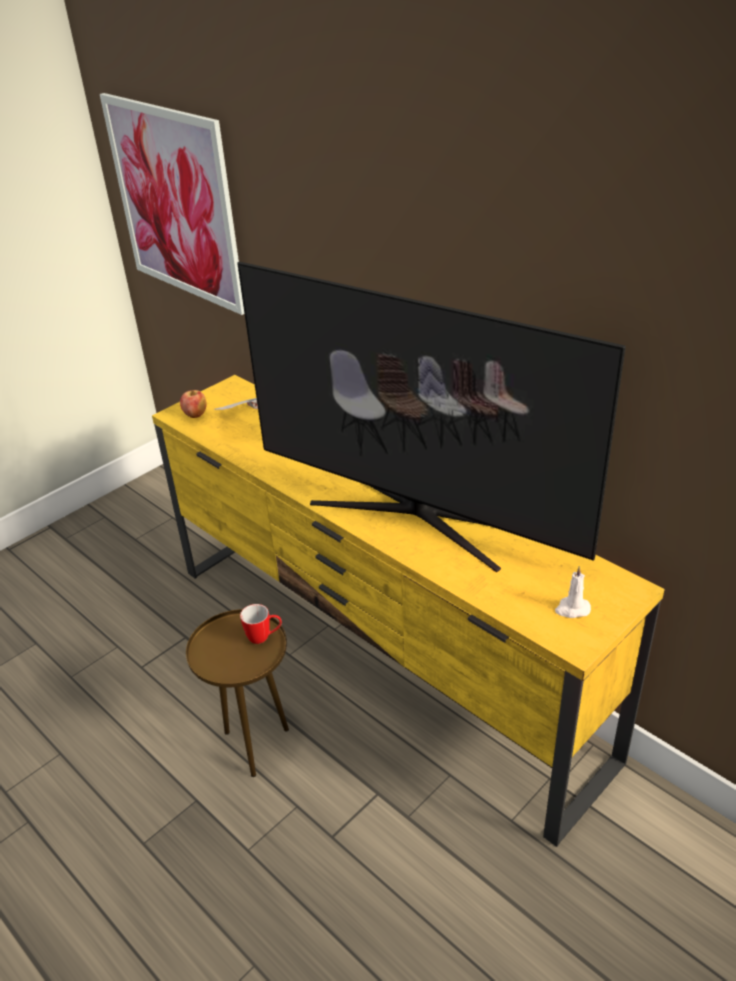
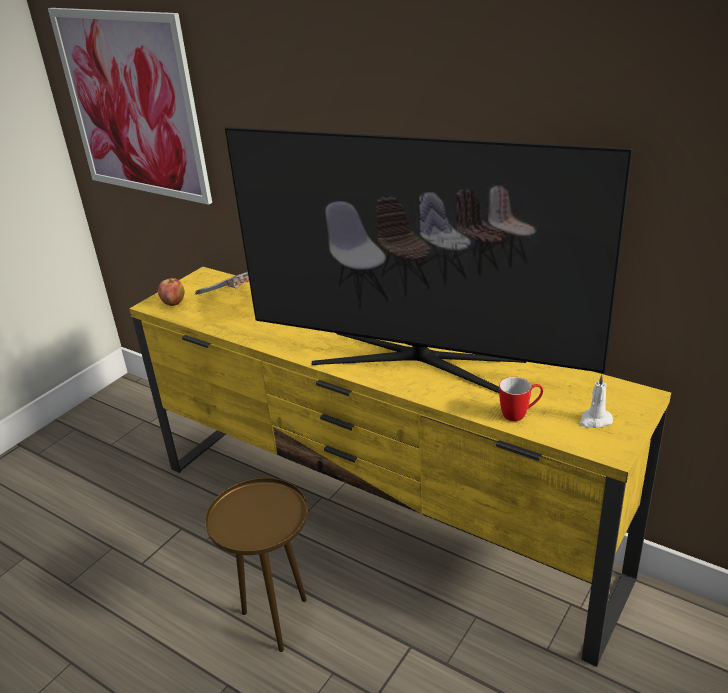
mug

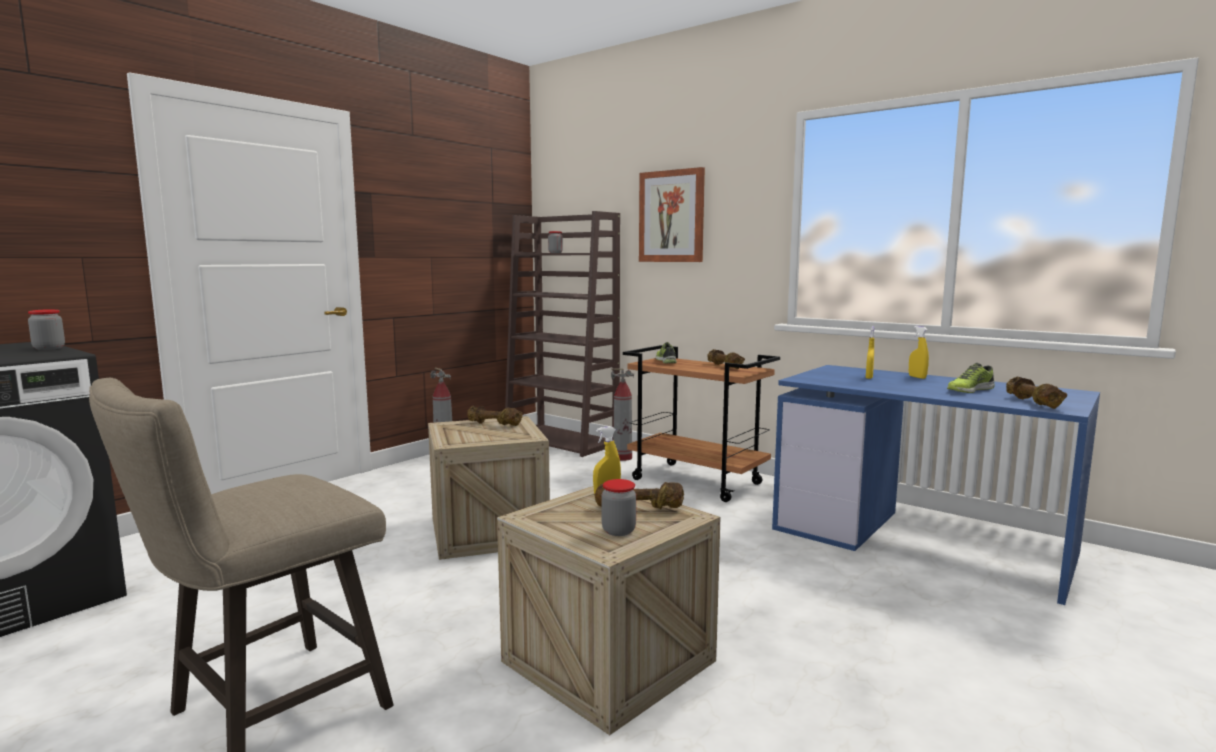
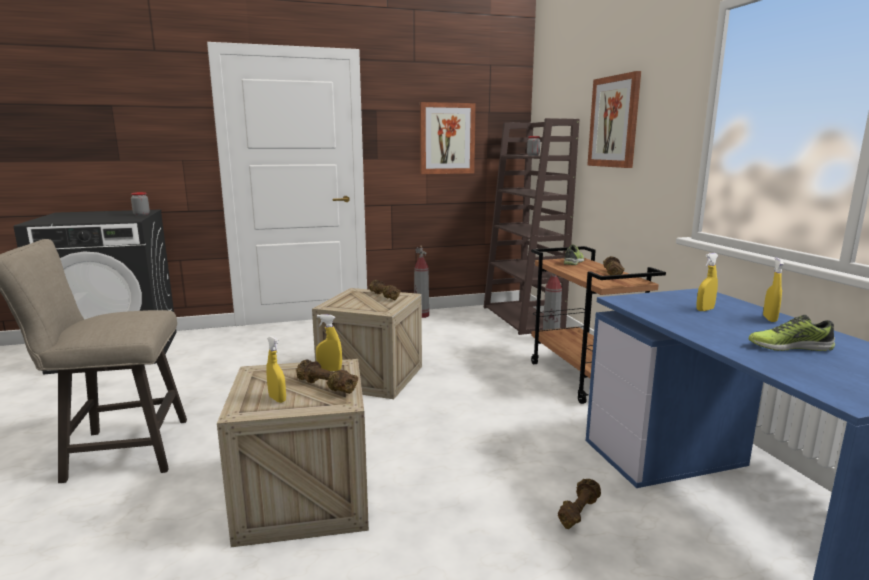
spray bottle in yellow (1st from left)
picture (1st from left)
dumbbell in brown (3rd from left)

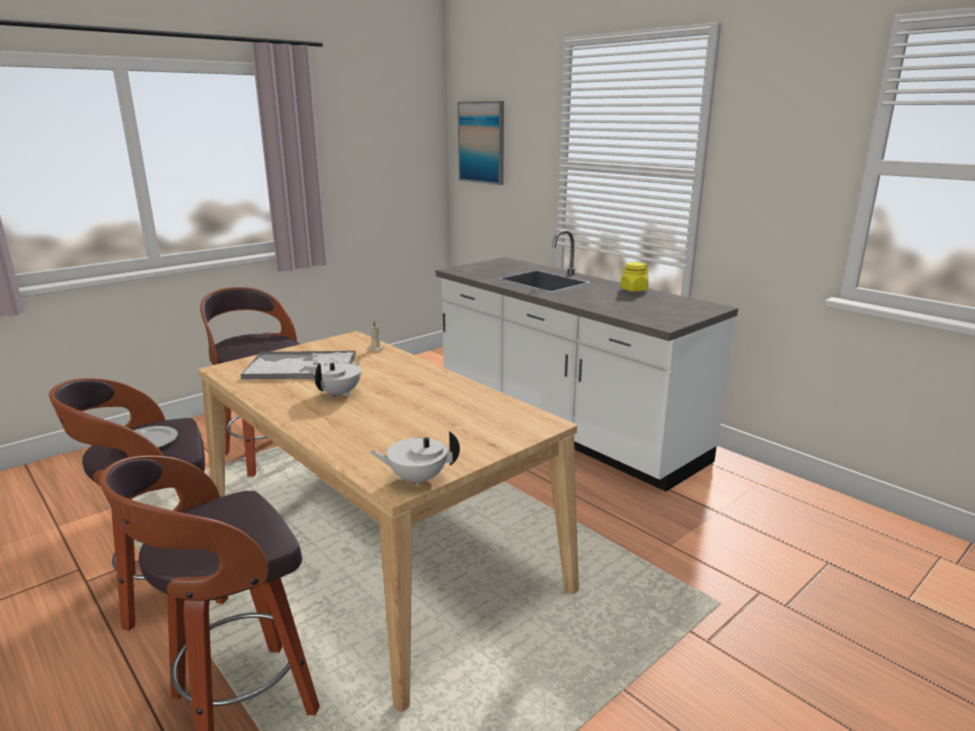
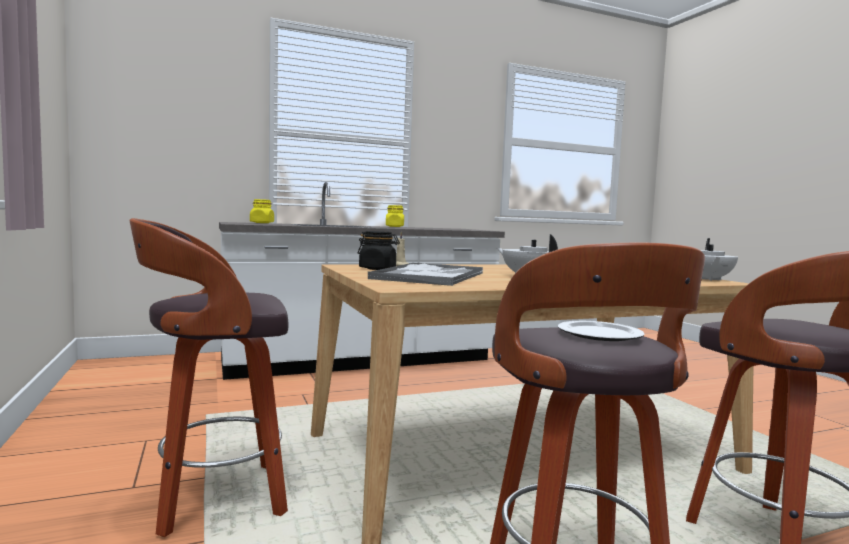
jar in yellow (1st from left)
jar in black
picture

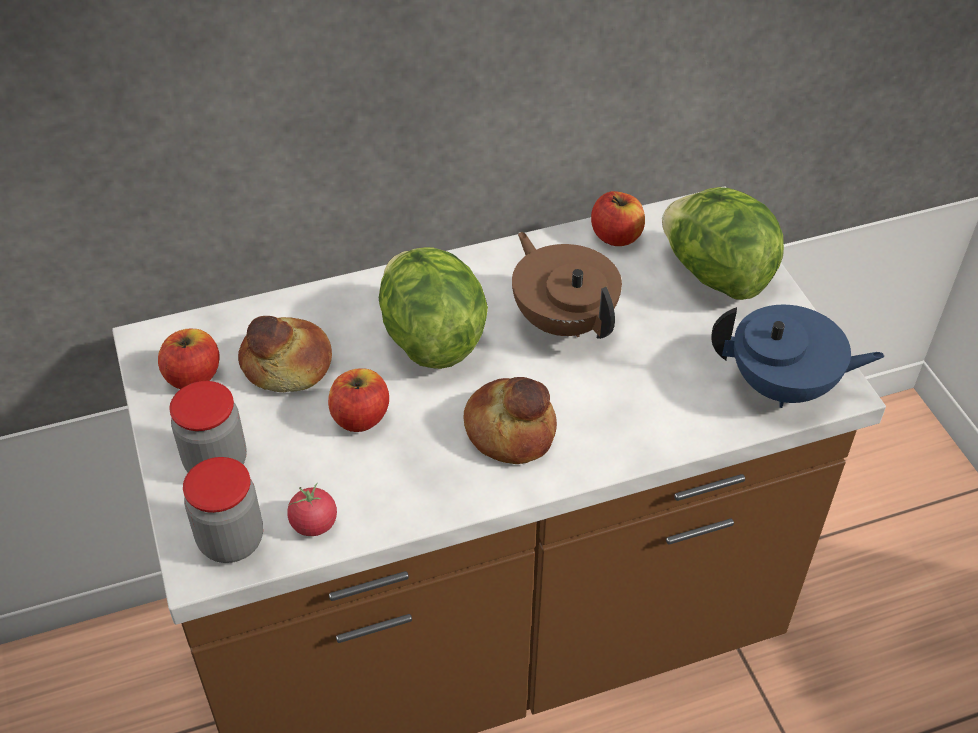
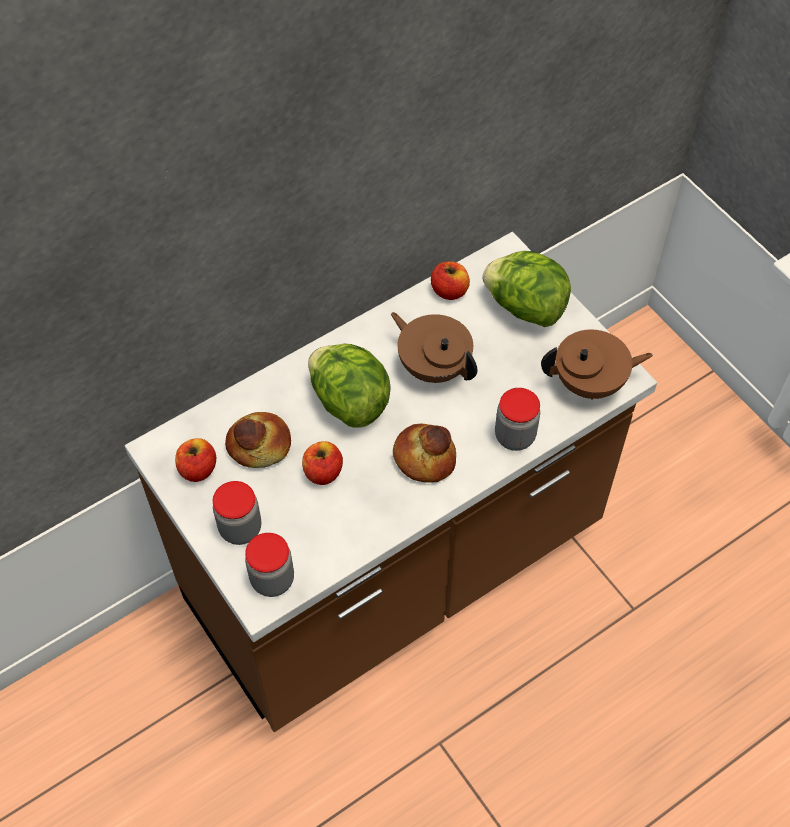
jar (3rd from left)
teapot in brown (2nd from left)
tomato

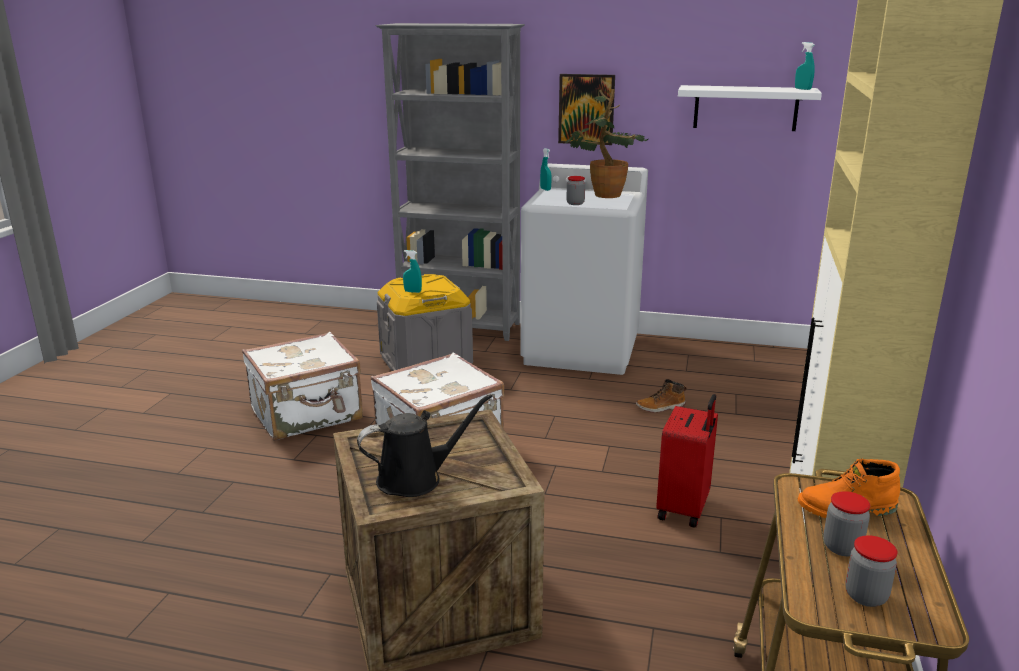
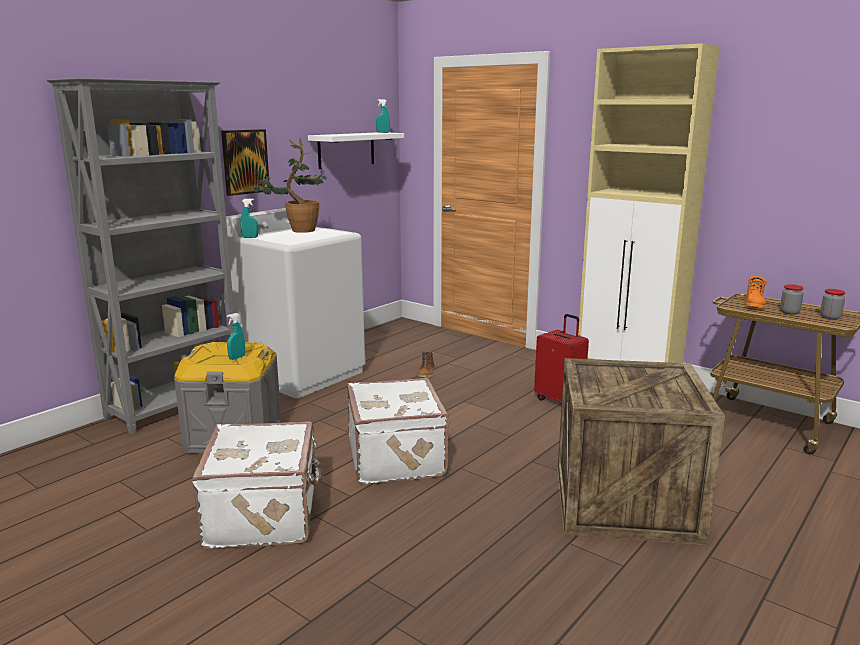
watering can in black
jar (1st from left in the first image)

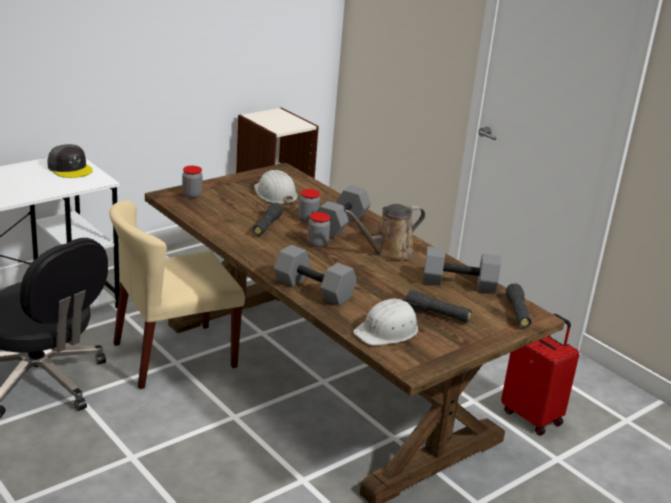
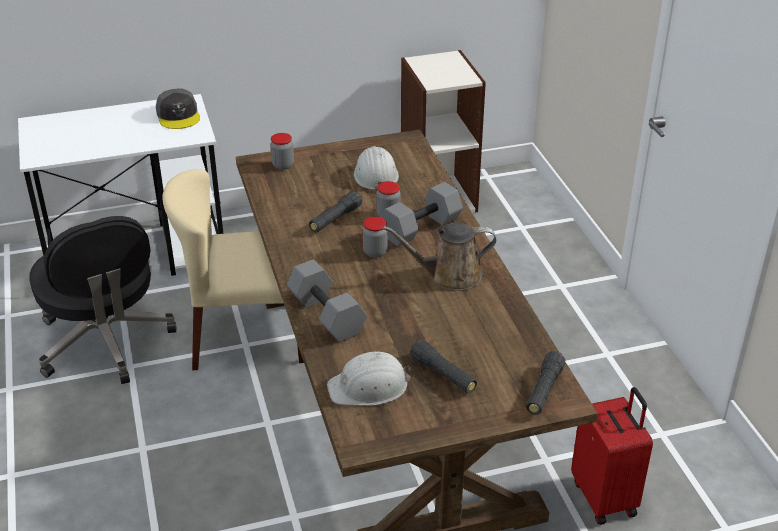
dumbbell in grey (3rd from left in the first image)

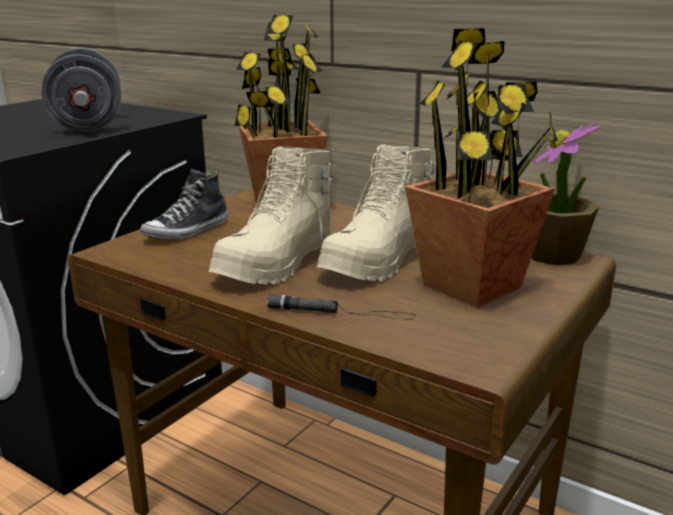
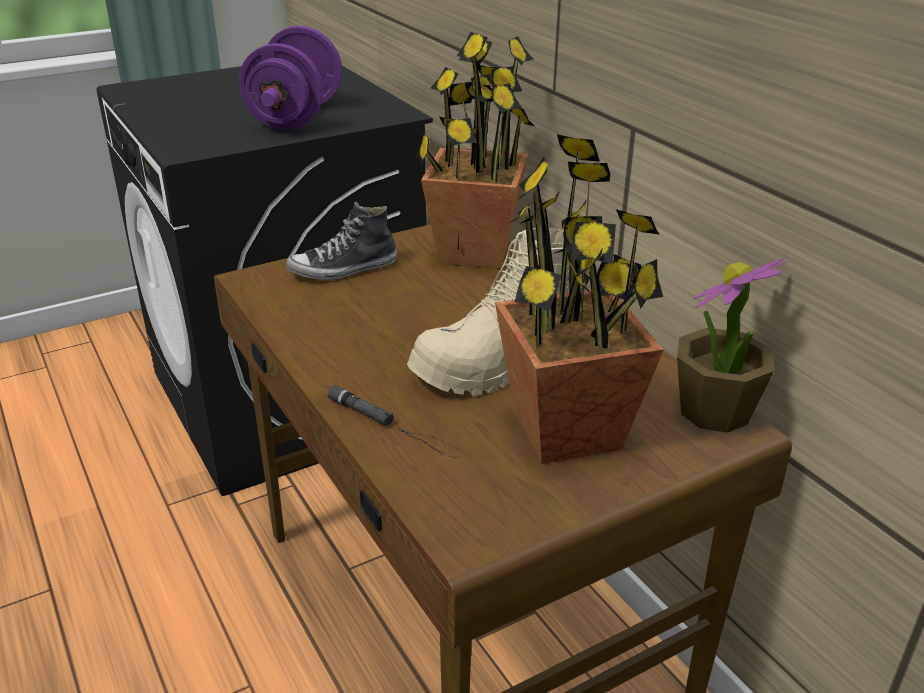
dumbbell in purple
boot in beige (1st from left in the first image)

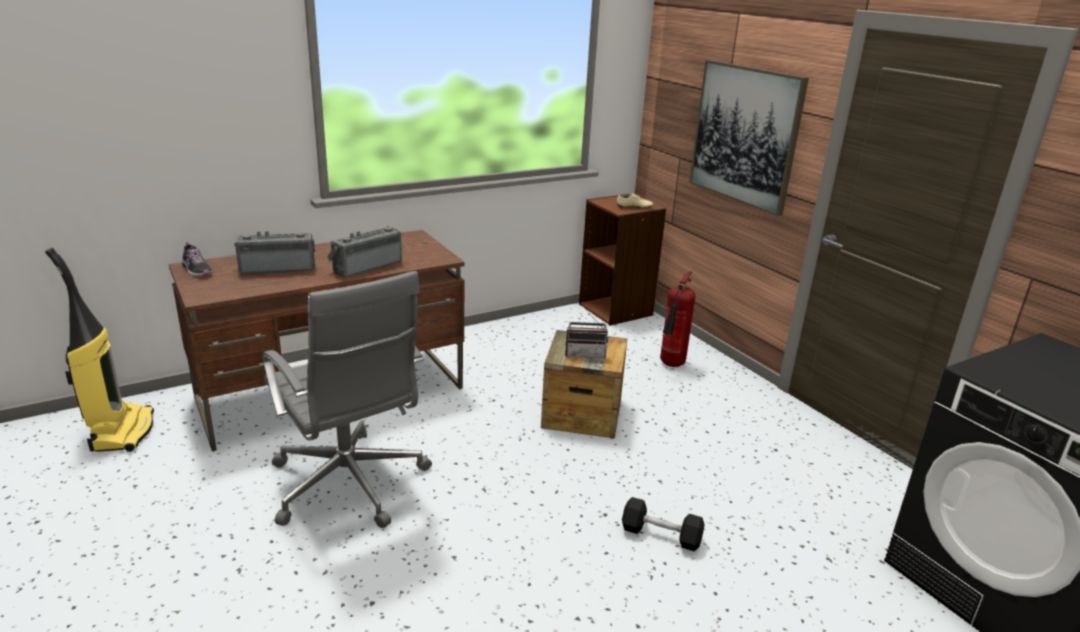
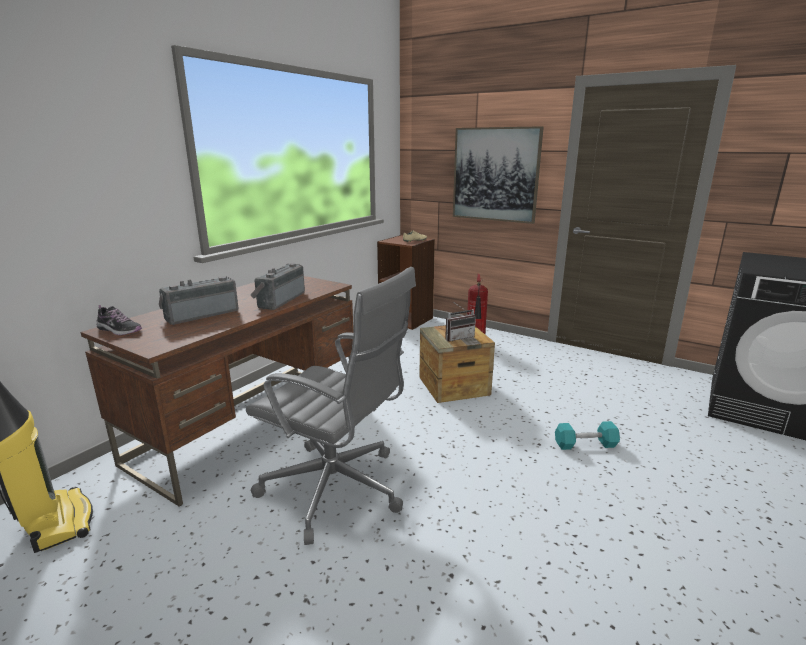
dumbbell in turquoise

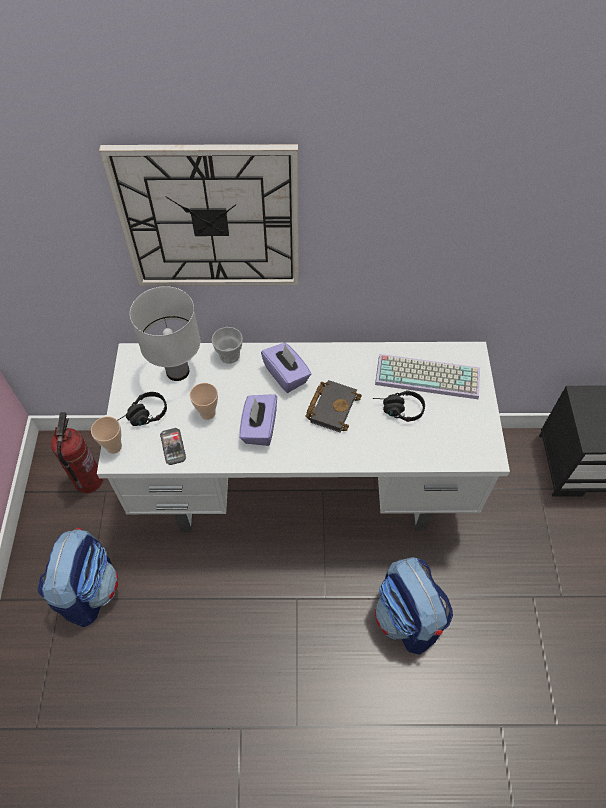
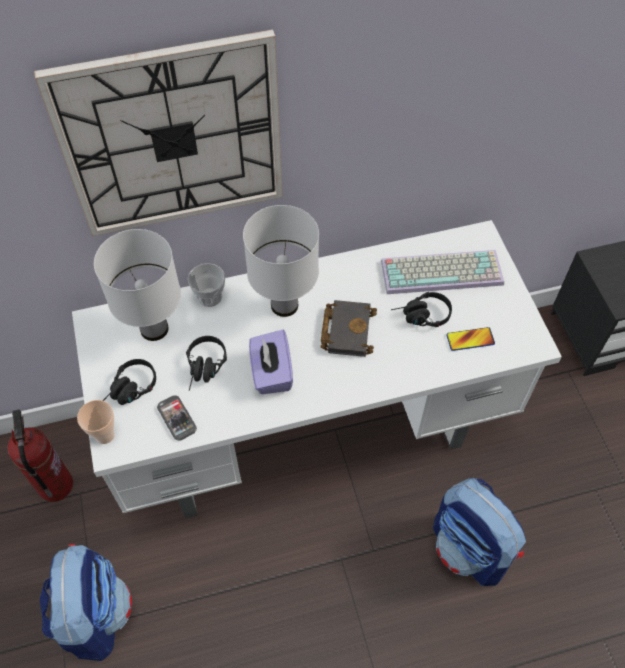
headphones in black (2nd from left)
table lamp in white (2nd from left)
phone (2nd from left)

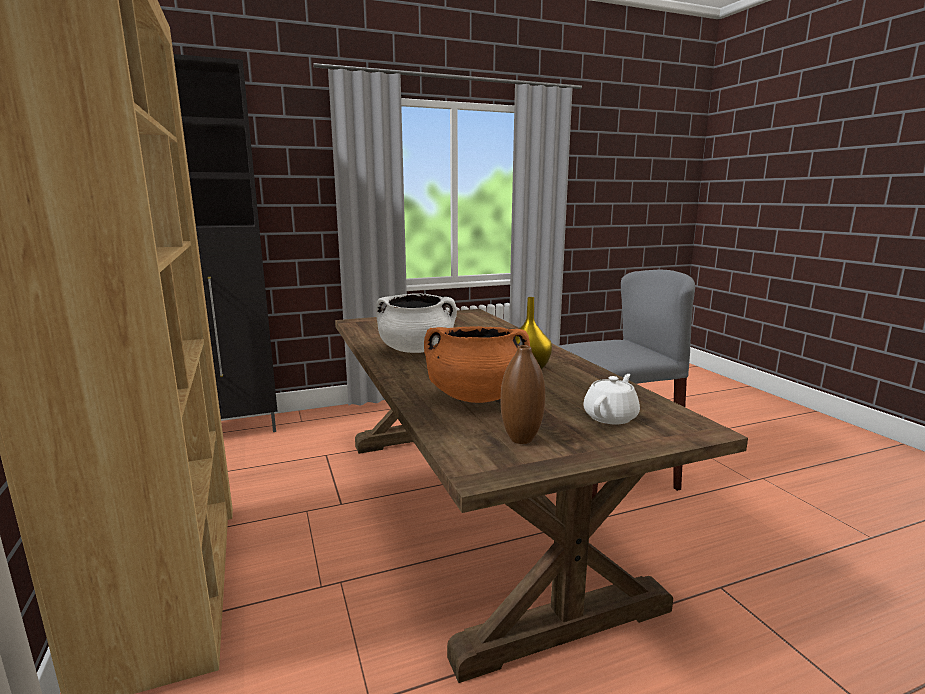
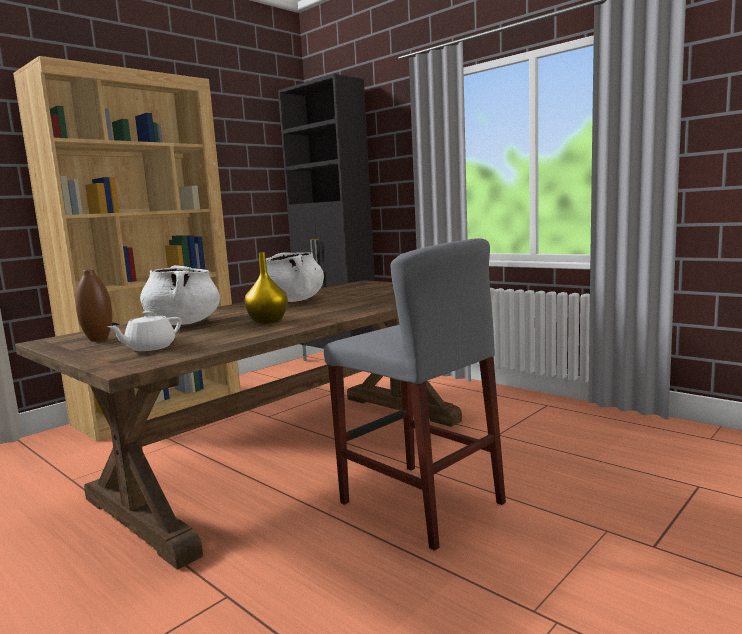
teapot in white
cooking pot in white (1st from left)

